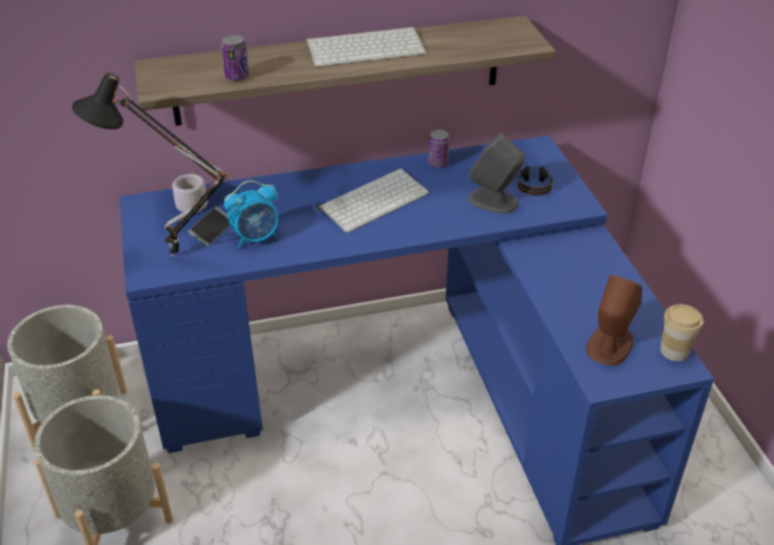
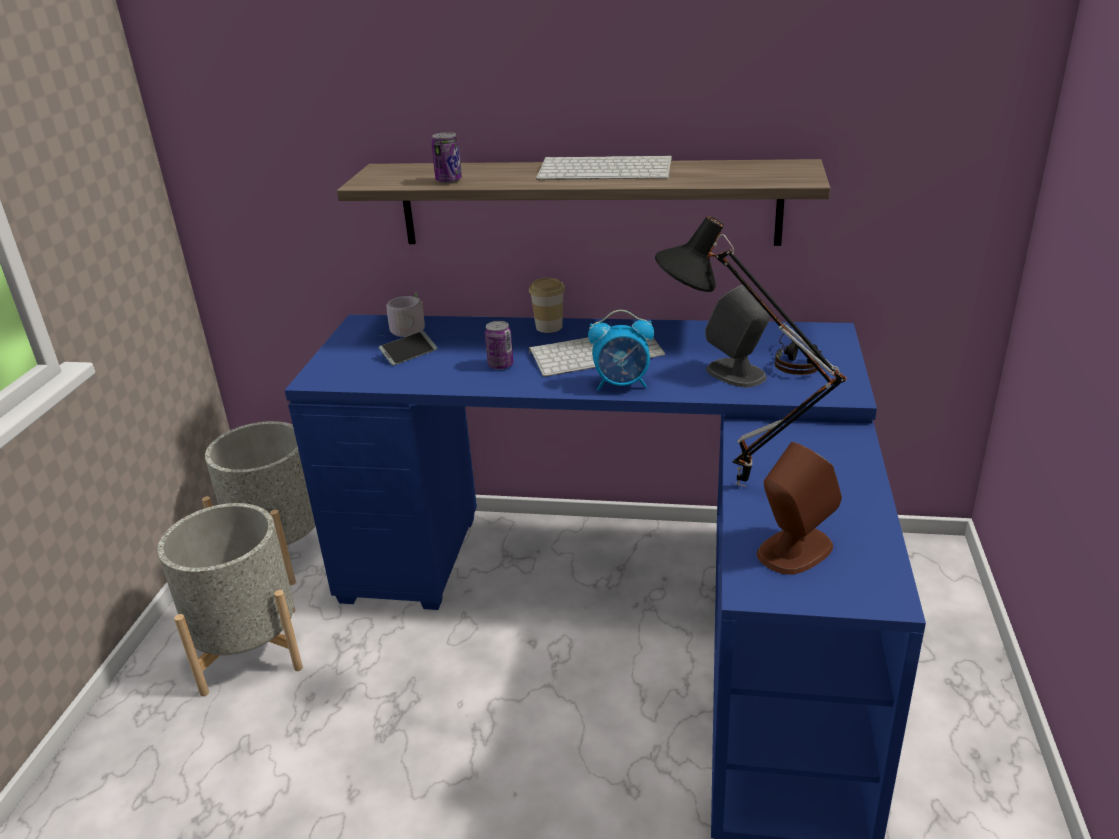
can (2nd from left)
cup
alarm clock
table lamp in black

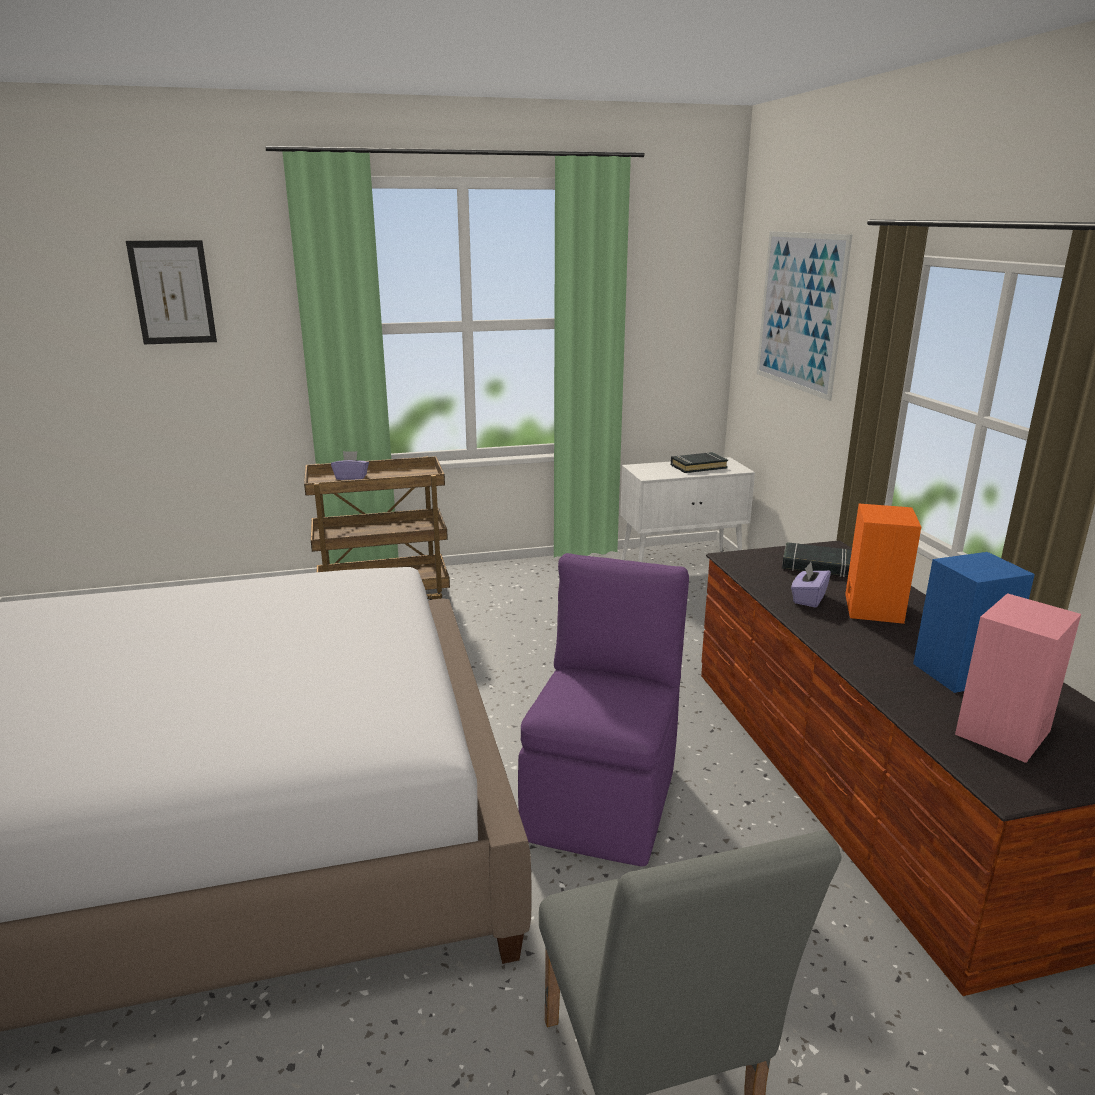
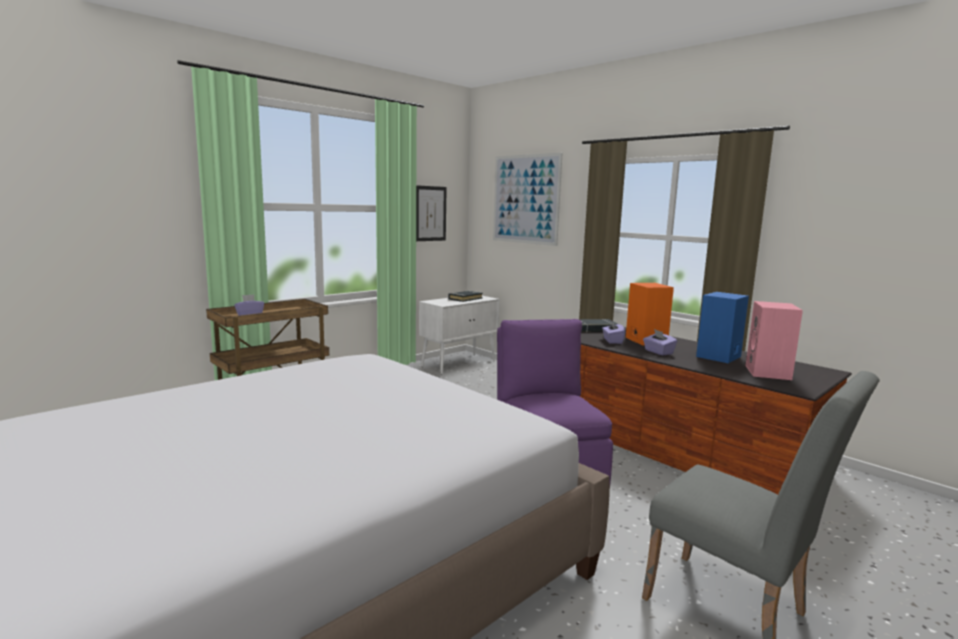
picture (1st from left)
tissue box in purple (3rd from left)

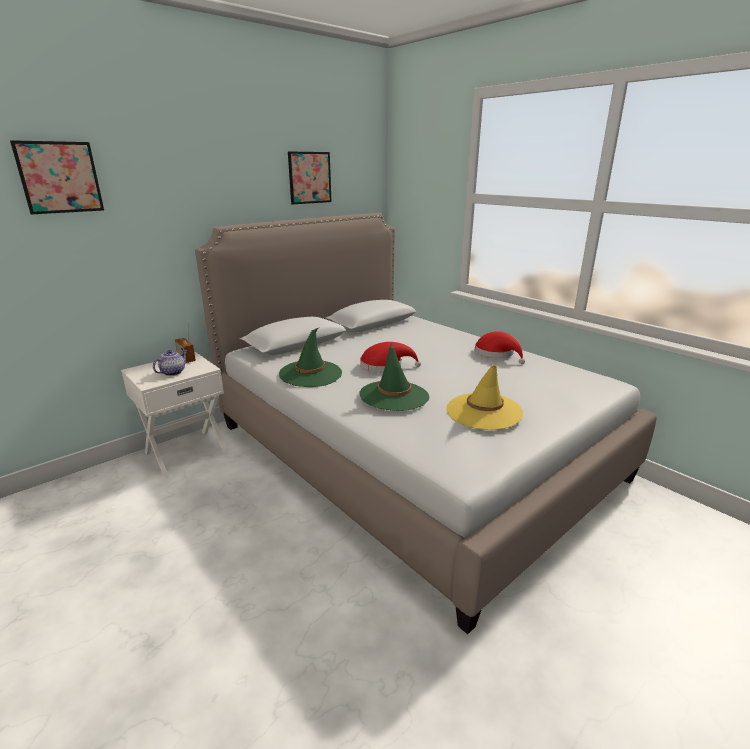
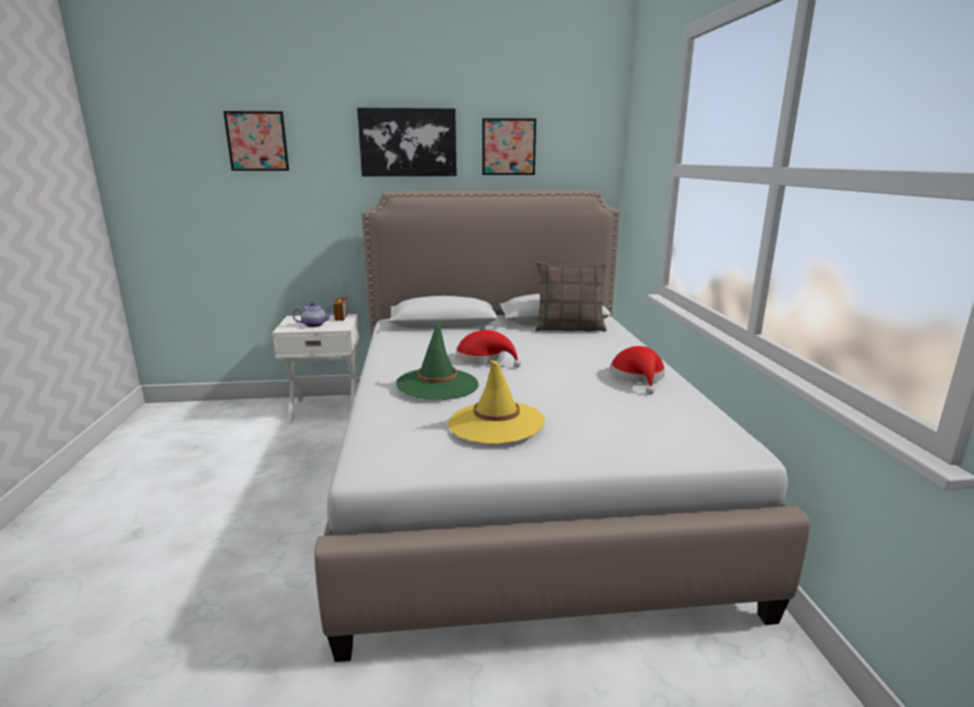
picture (2nd from left)
pillow
hat in green (1st from left in the first image)

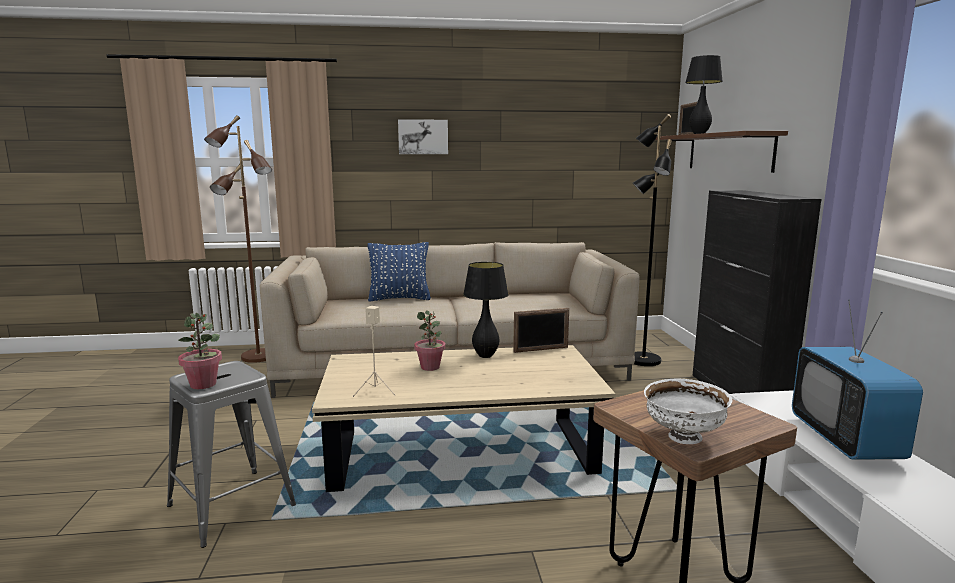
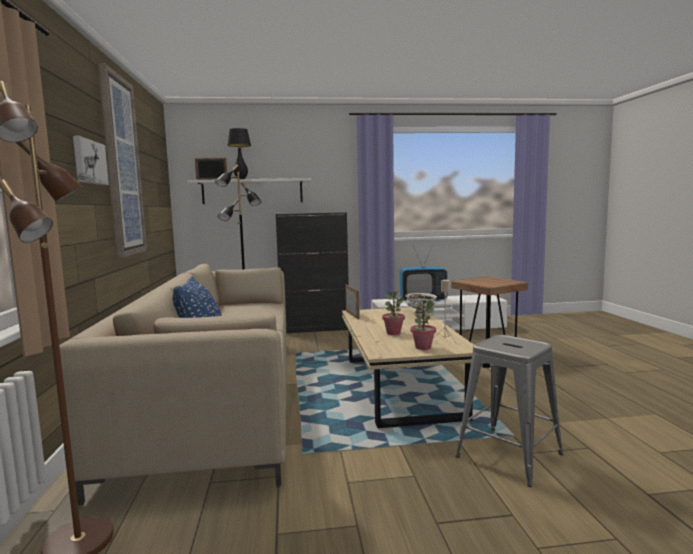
picture (2nd from left)
shelf in white
bowl in white
potted plant (2nd from left)
table lamp in black (1st from left in the first image)

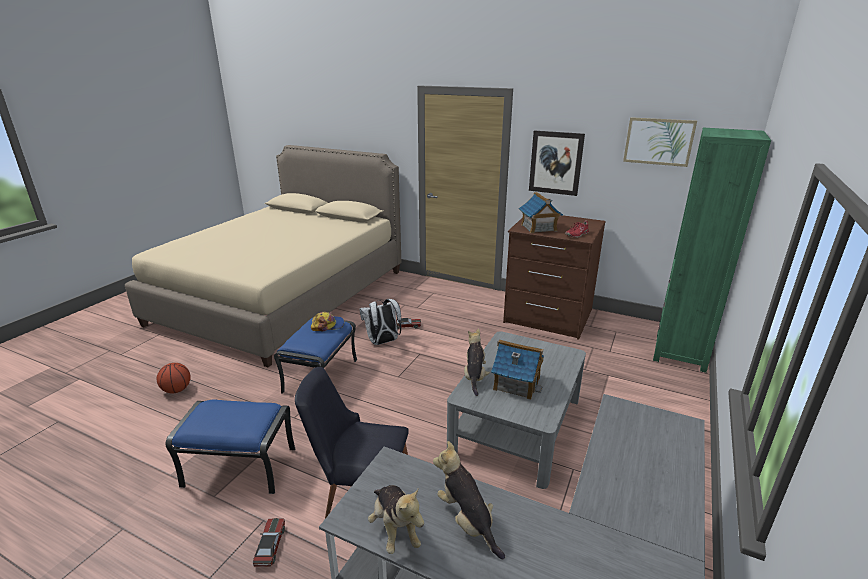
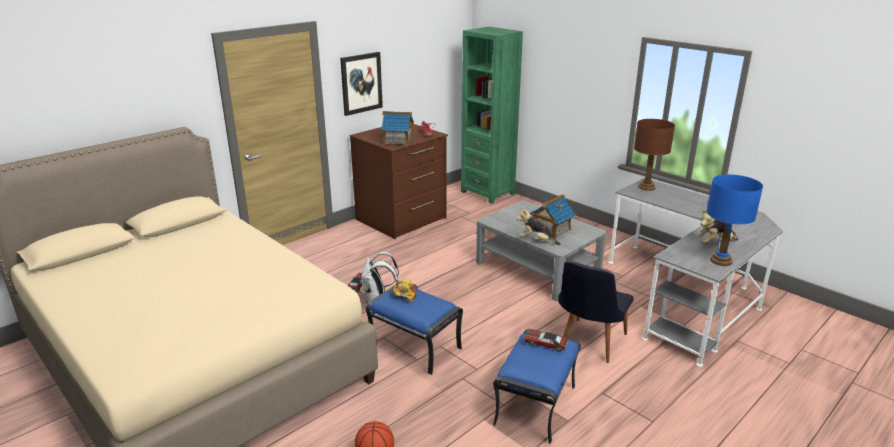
toy car (2nd from left)
table lamp in brown
table lamp in blue
picture (2nd from left in the first image)

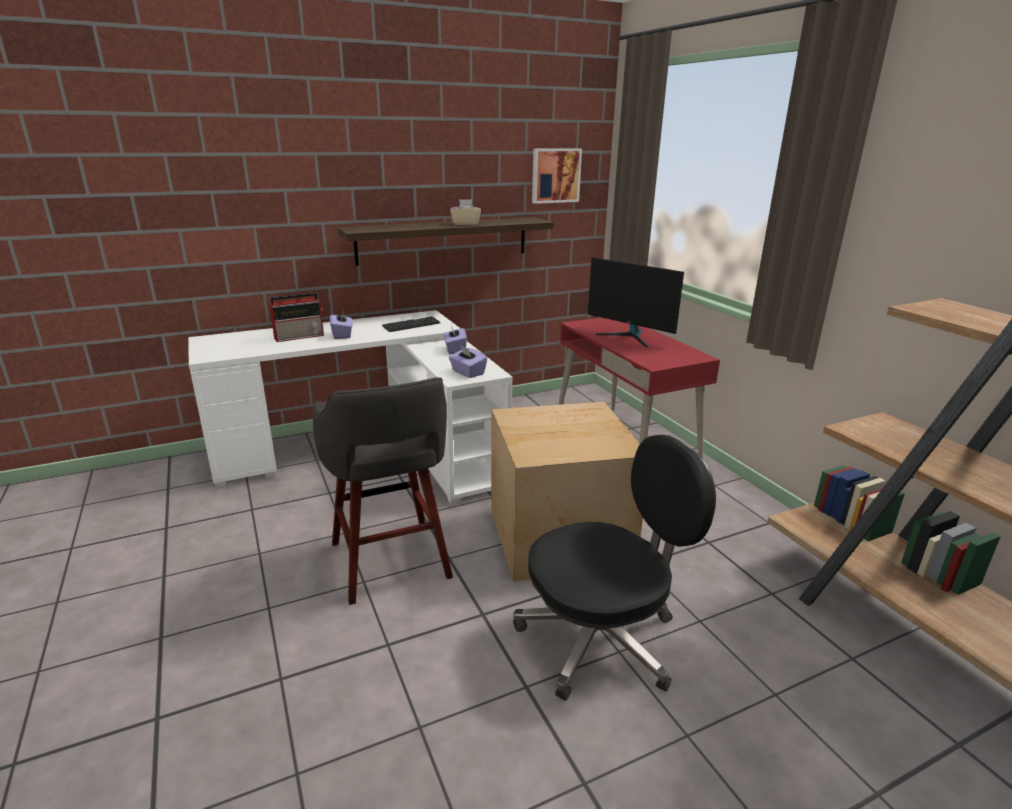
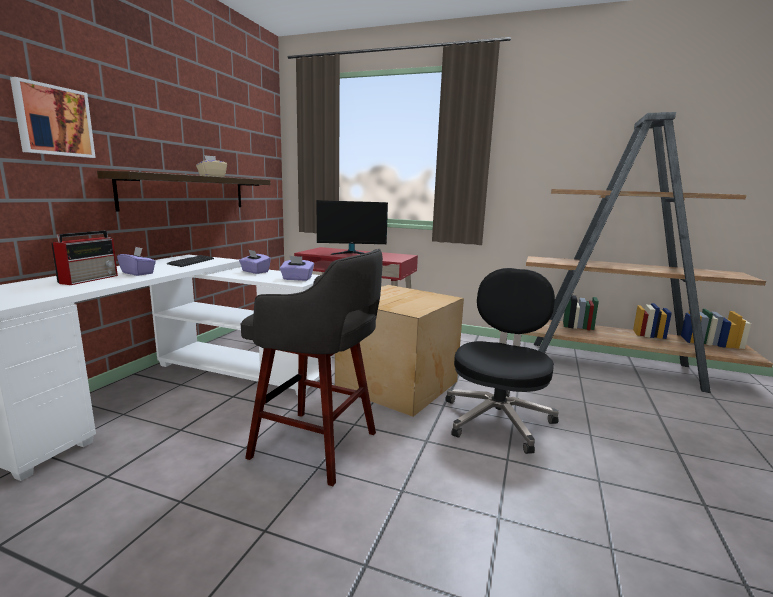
picture

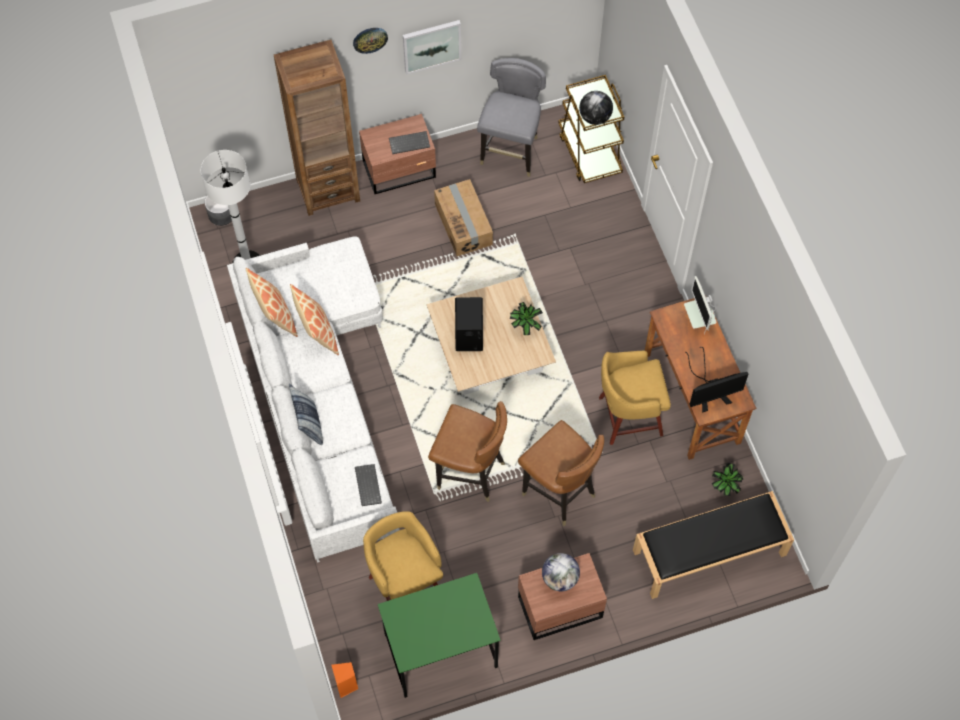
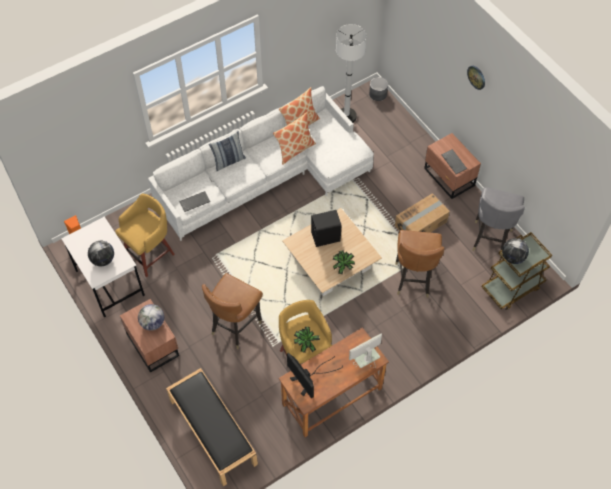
desk in white
globe (1st from left)
potted plant (1st from left)
chair in brown (2nd from left)
chair in grey
bookcase in brown
picture

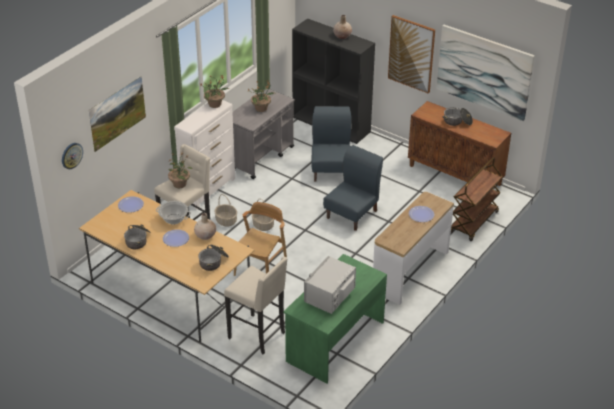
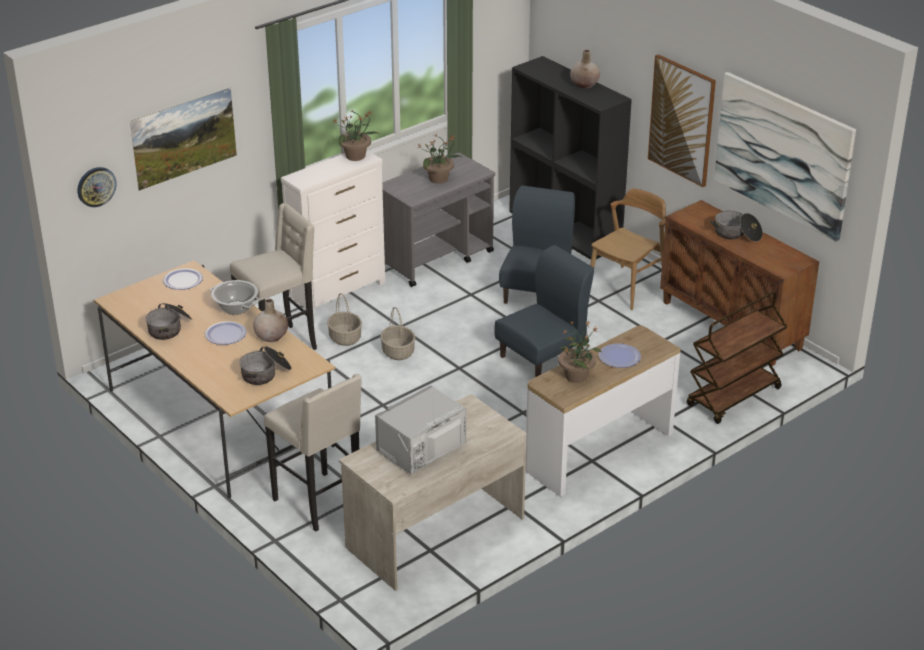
desk in beige
potted plant (3rd from left)
chair in brown

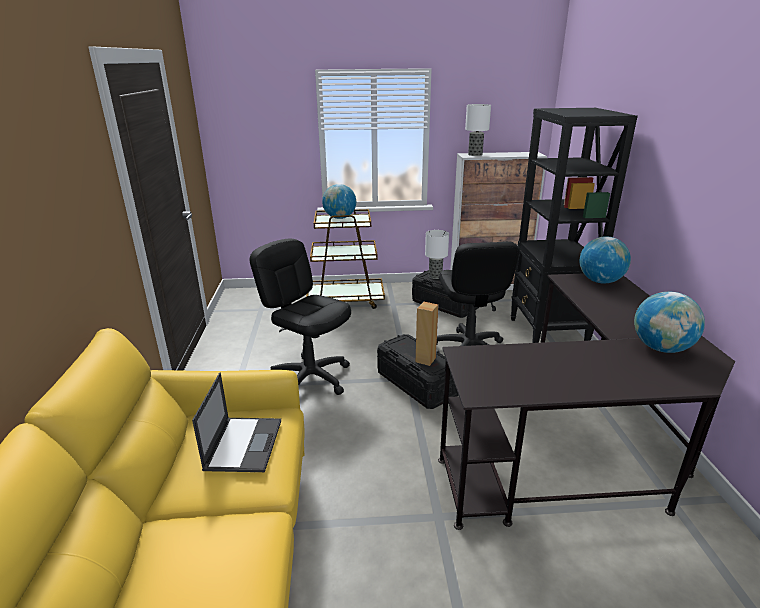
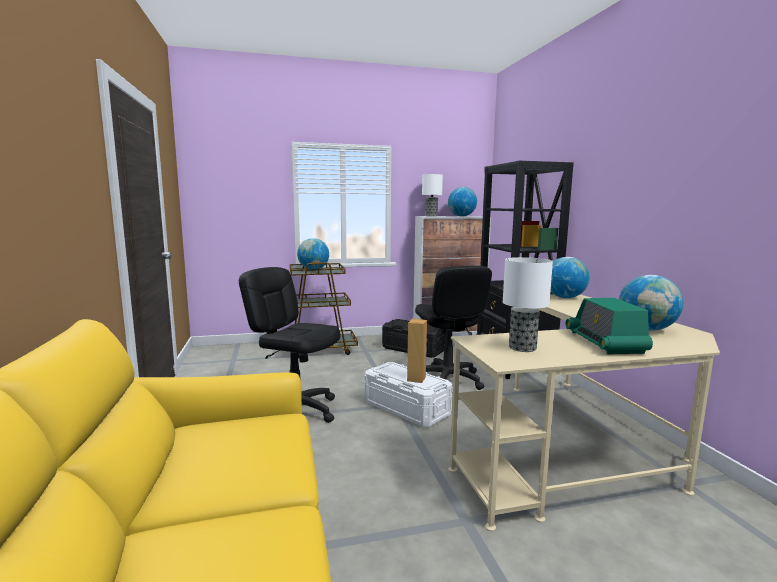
storage box in white
globe (2nd from left)
desk in beige
table lamp (2nd from left)
radio
laptop

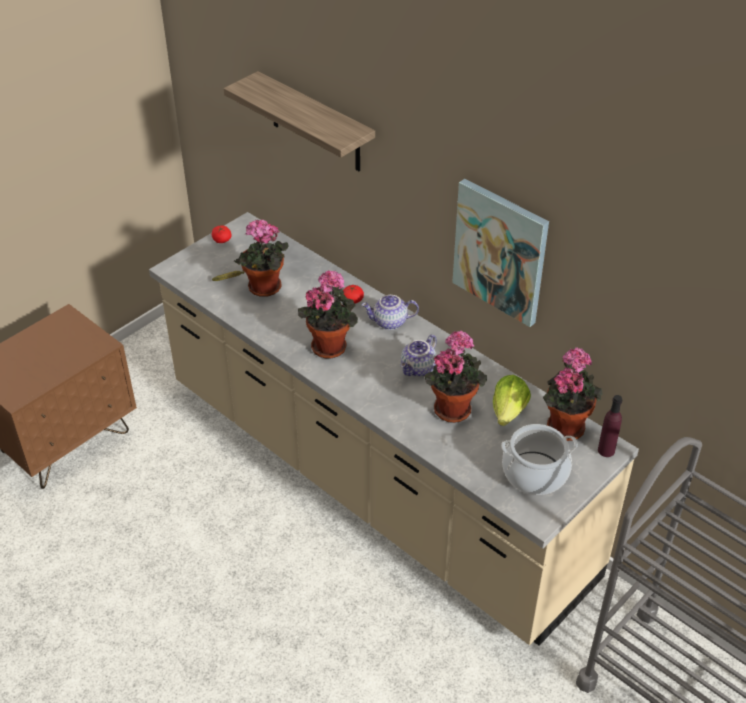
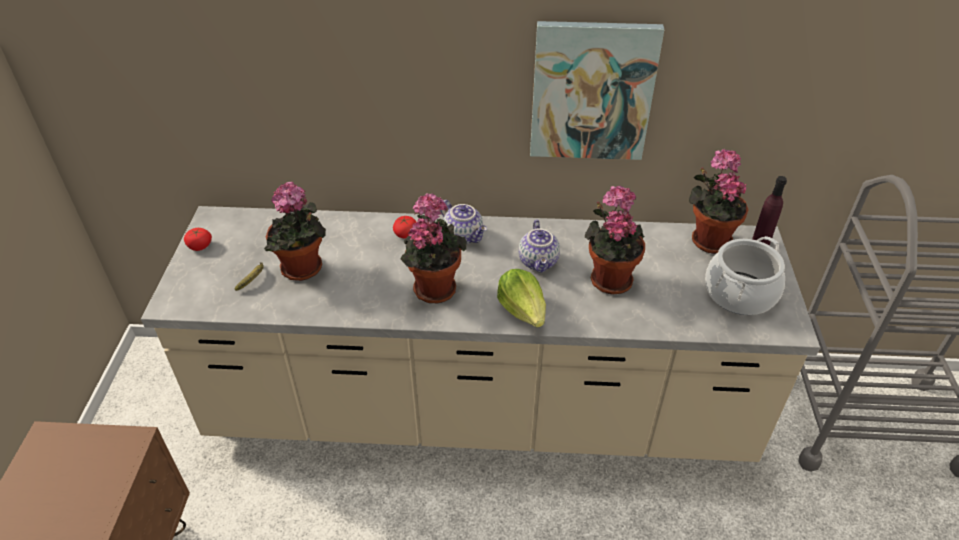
teapot (1st from left)
lettuce
shelf

